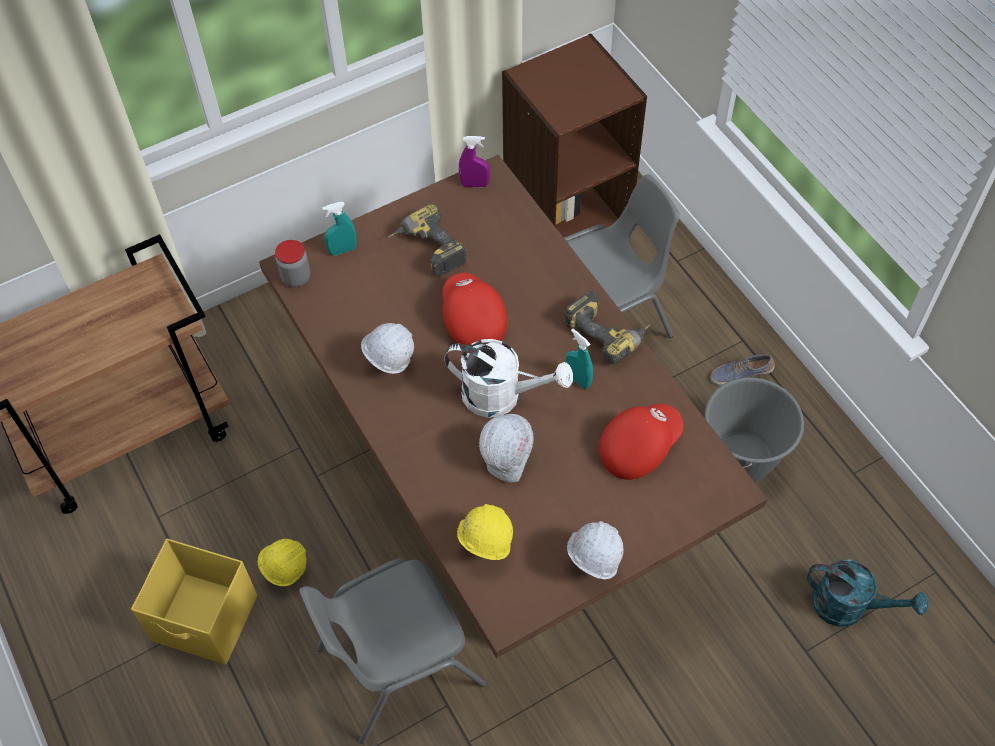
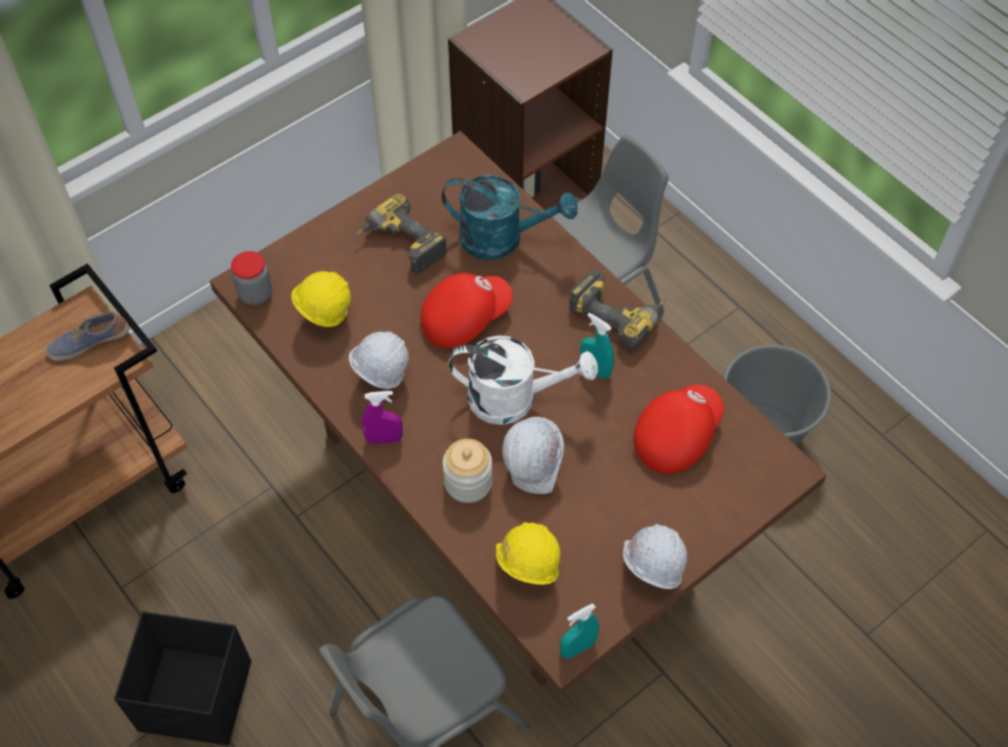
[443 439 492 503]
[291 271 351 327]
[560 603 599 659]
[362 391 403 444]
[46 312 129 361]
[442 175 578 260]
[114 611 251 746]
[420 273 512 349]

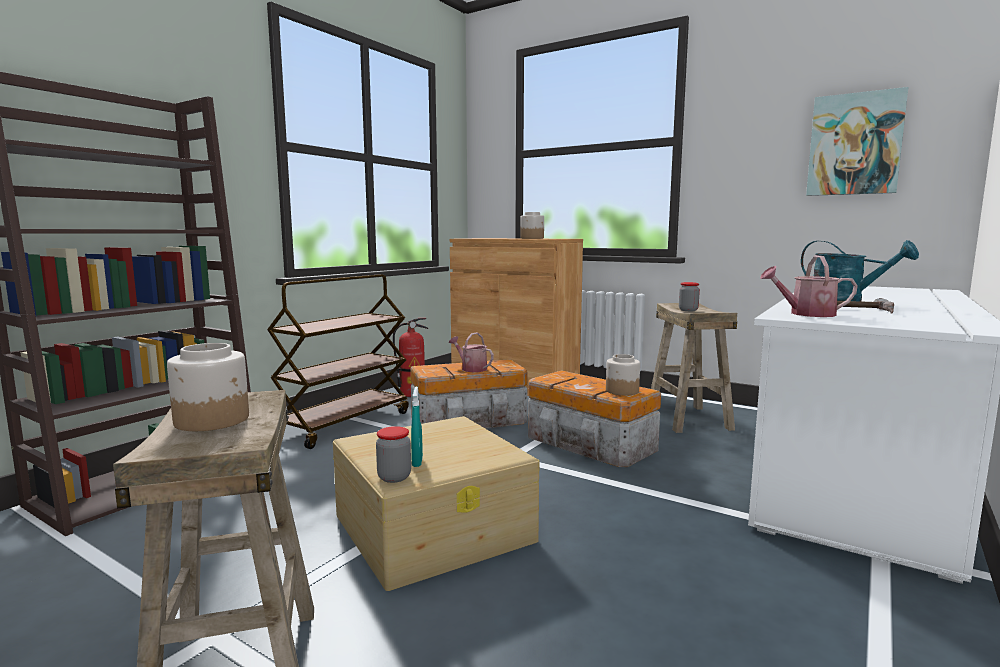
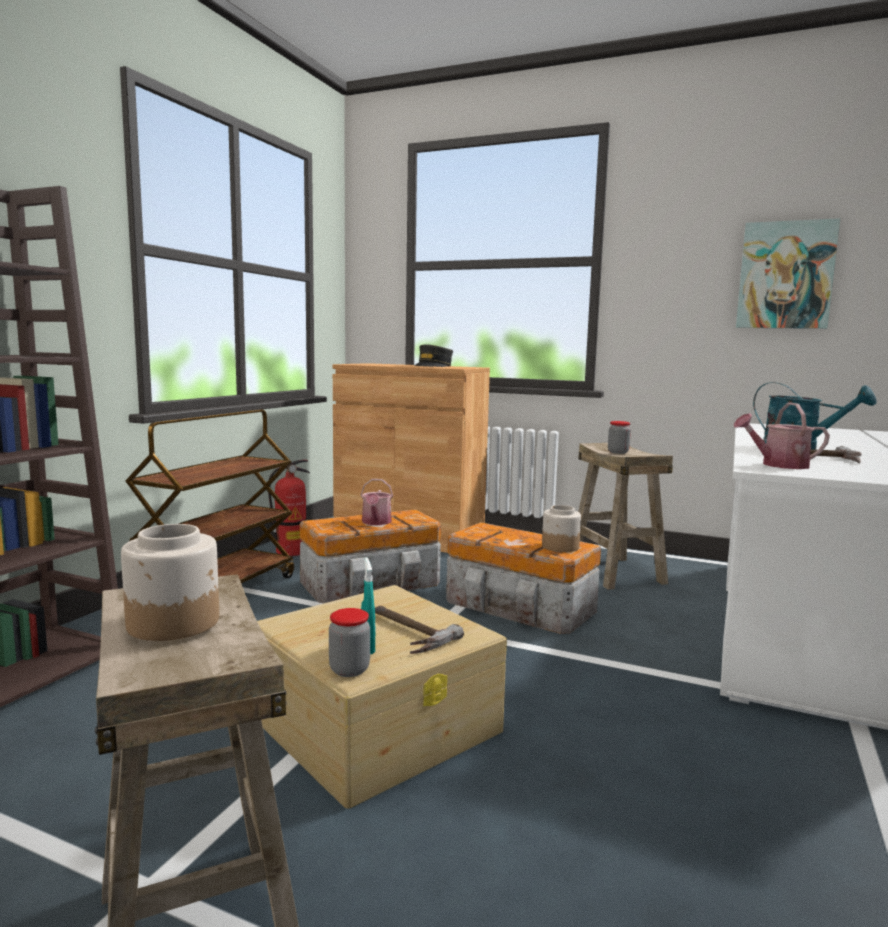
[375 606 464 654]
[414 344 453 367]
[360 479 393 525]

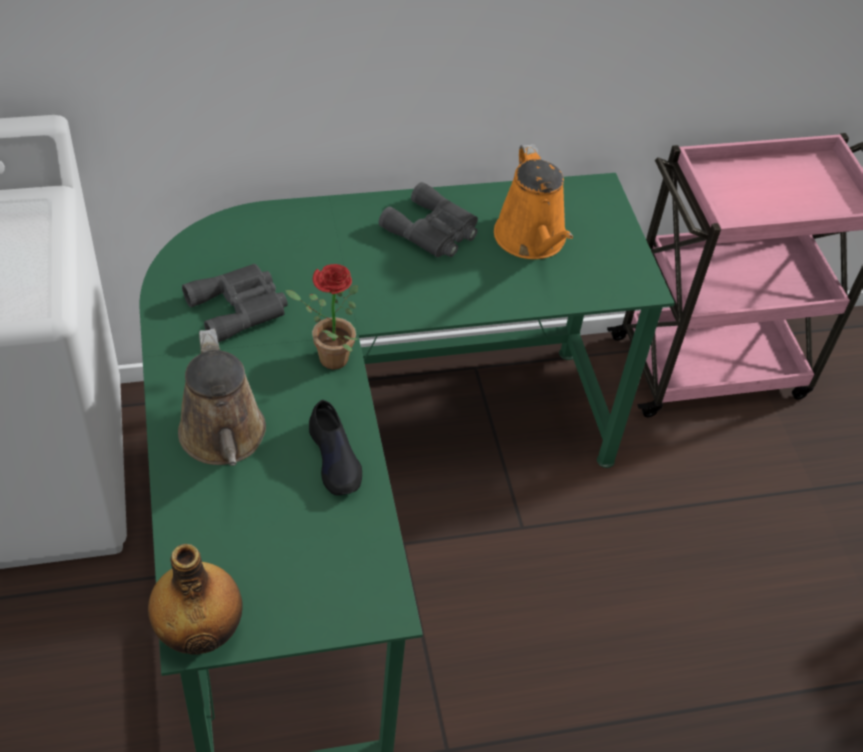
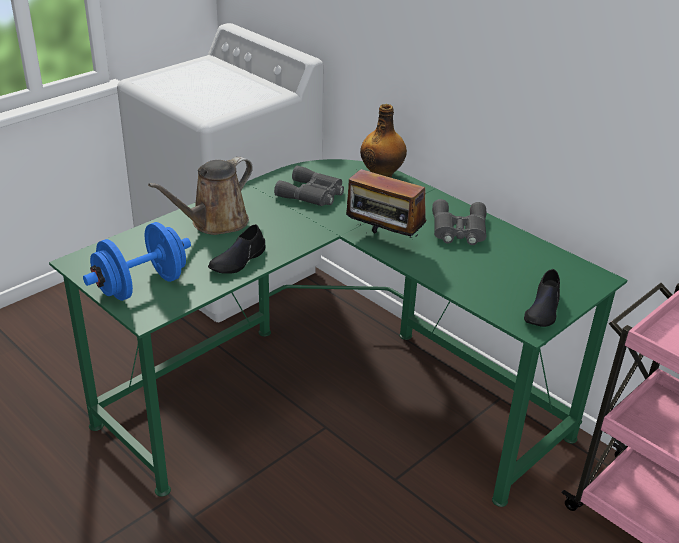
[285 264 358 369] (first image)
[494 144 573 259] (first image)
[83 222 191 301]
[346 164 426 238]
[524 269 560 327]
[360 104 407 177]

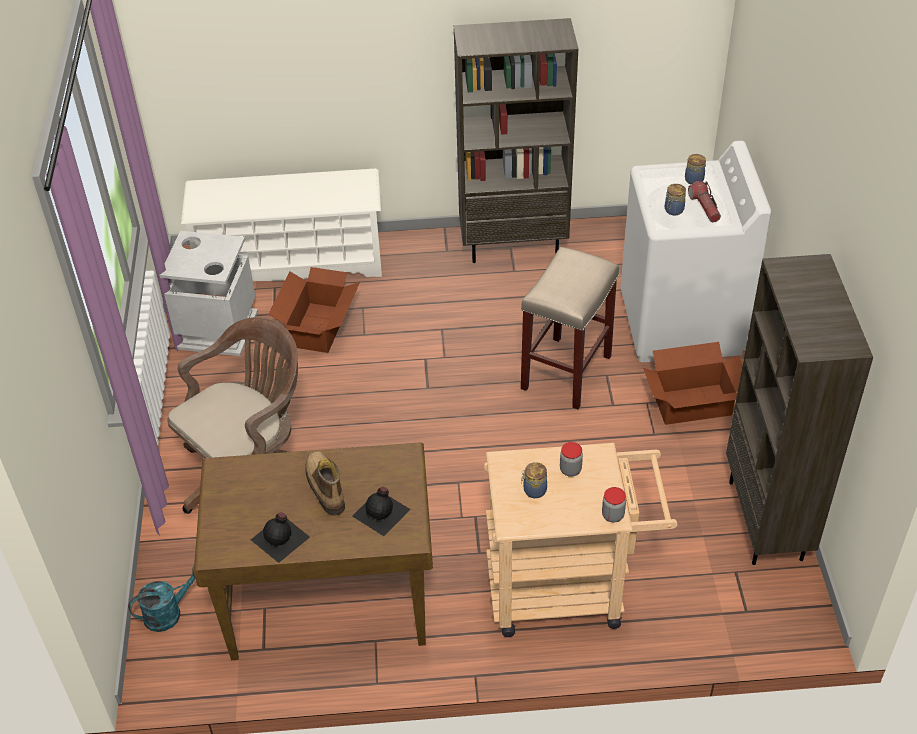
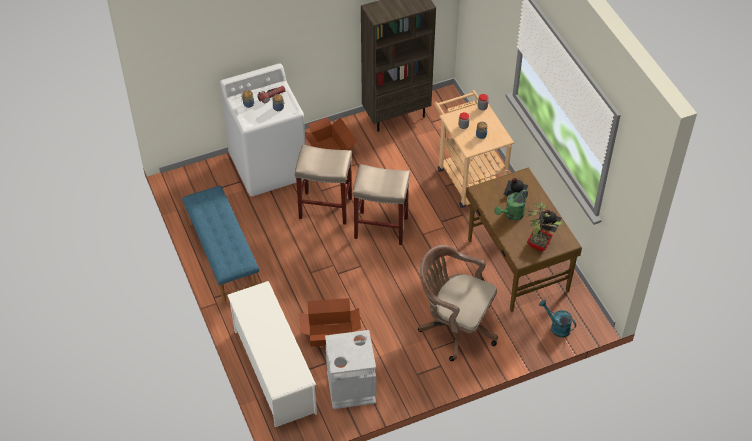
[352 164 410 245]
[527 202 565 251]
[494 190 528 220]
[182 186 259 303]

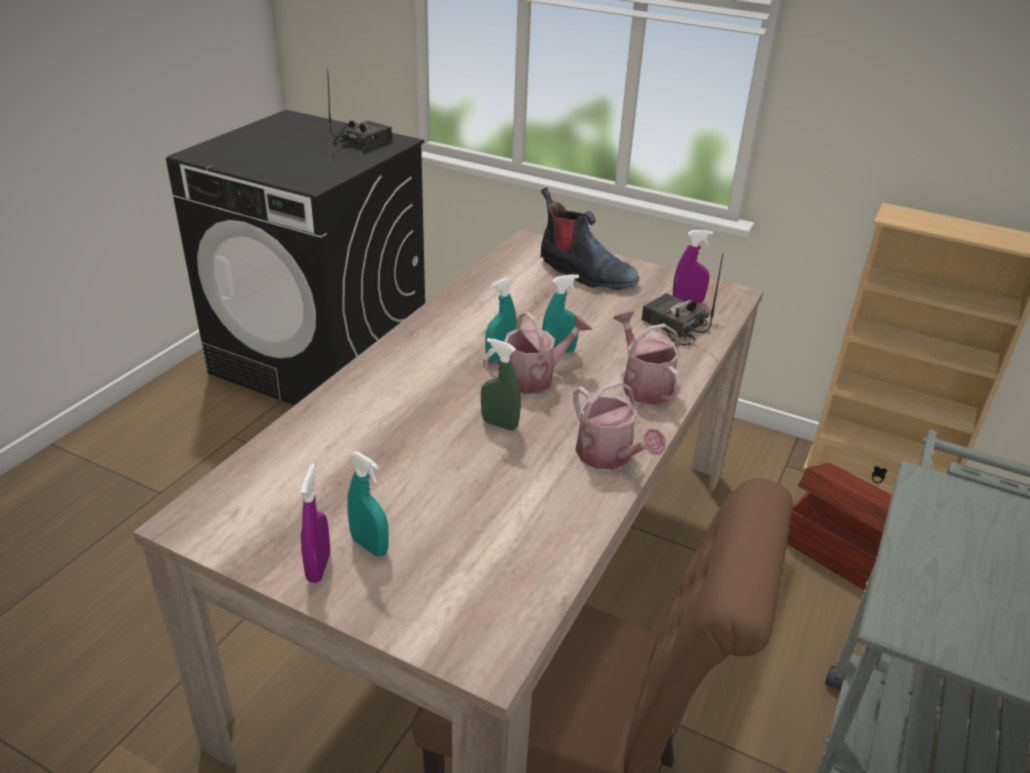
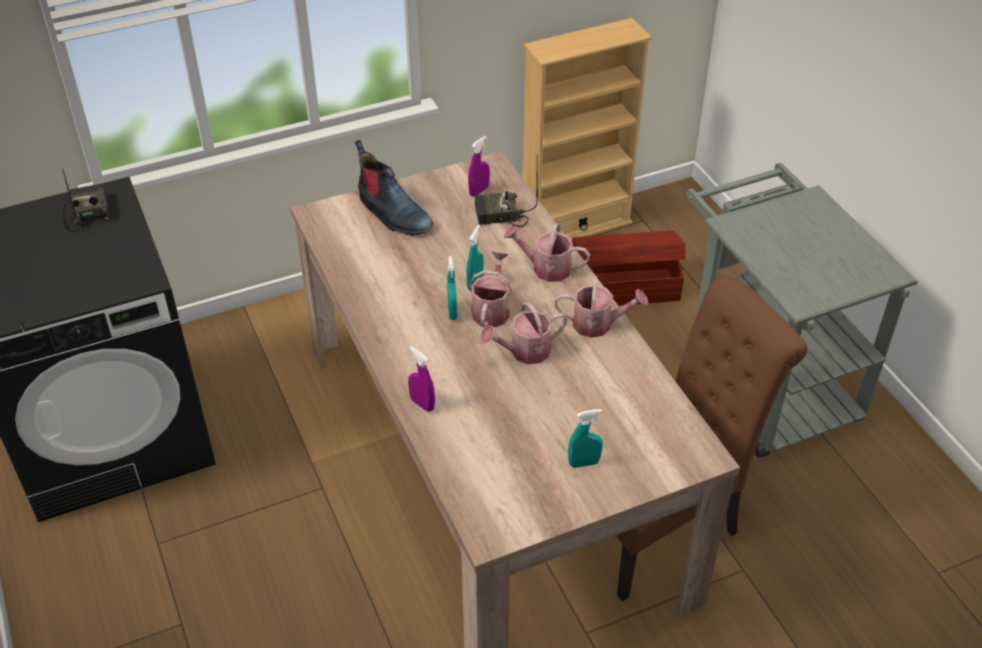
[408 346 435 412]
[480 302 567 364]
[355 140 433 236]

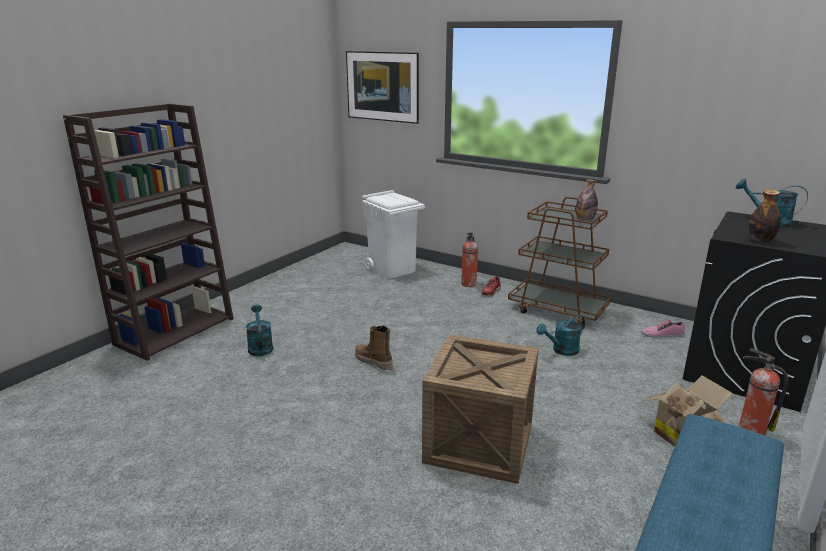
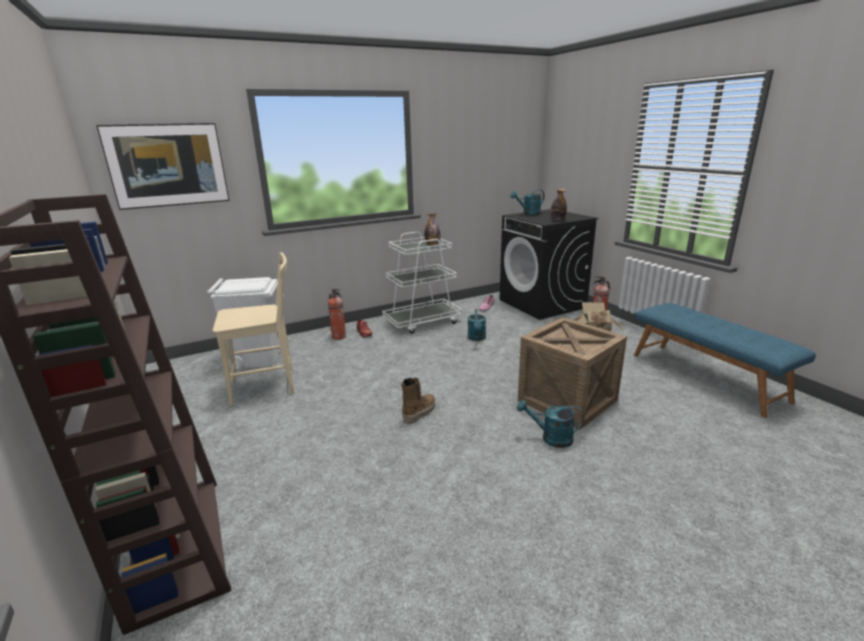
[213 252 295 405]
[517 400 584 448]
[382 232 462 334]
[401 378 435 424]

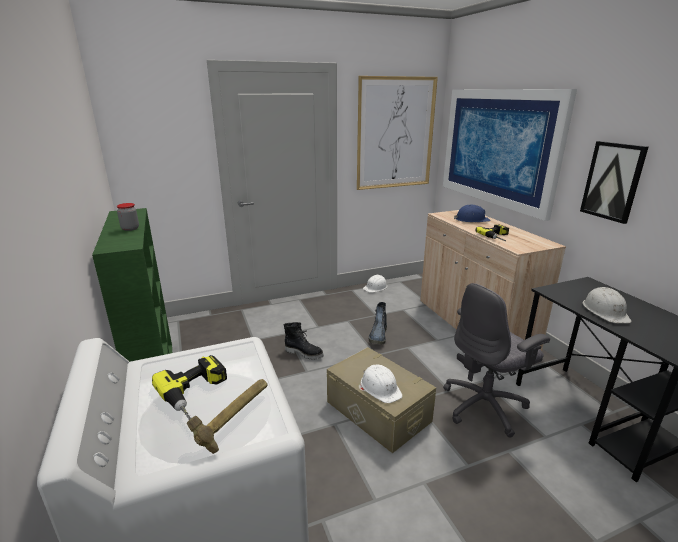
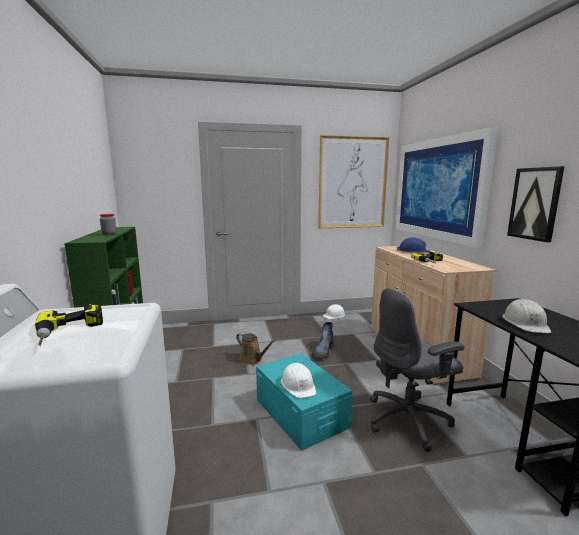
[187 379 268 454] (first image)
[236 333 275 365]
[256 353 352 451]

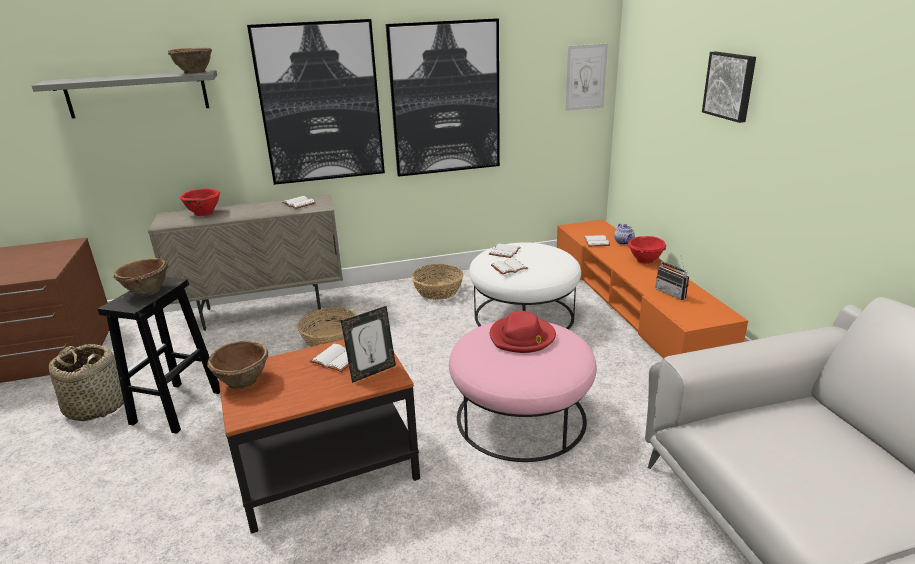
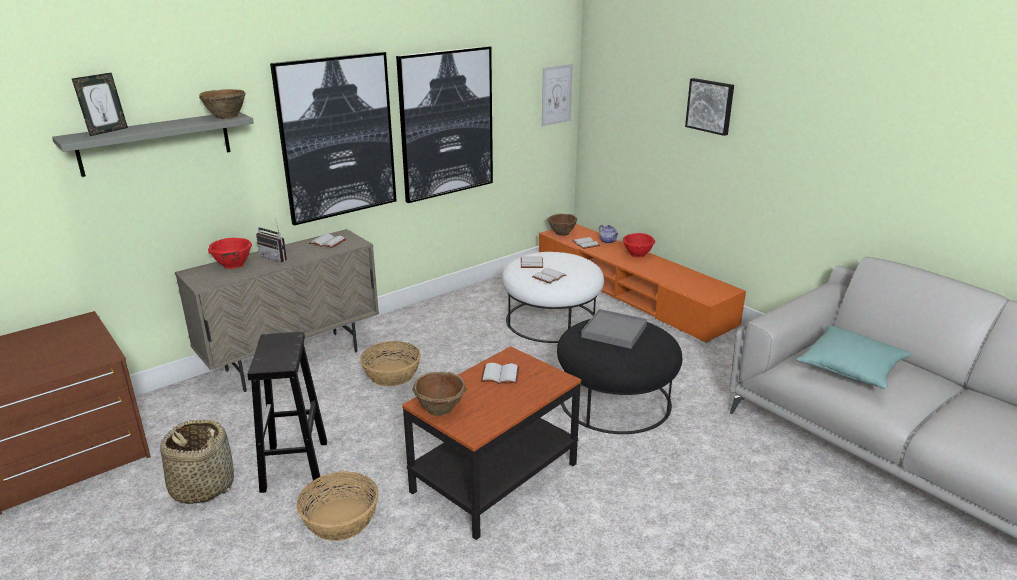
[796 325 911 389]
[548 214 577 236]
[72 72 128 136]
[297 471 379 541]
[256 218 287 262]
[581 309 647 349]
[557 319 682 434]

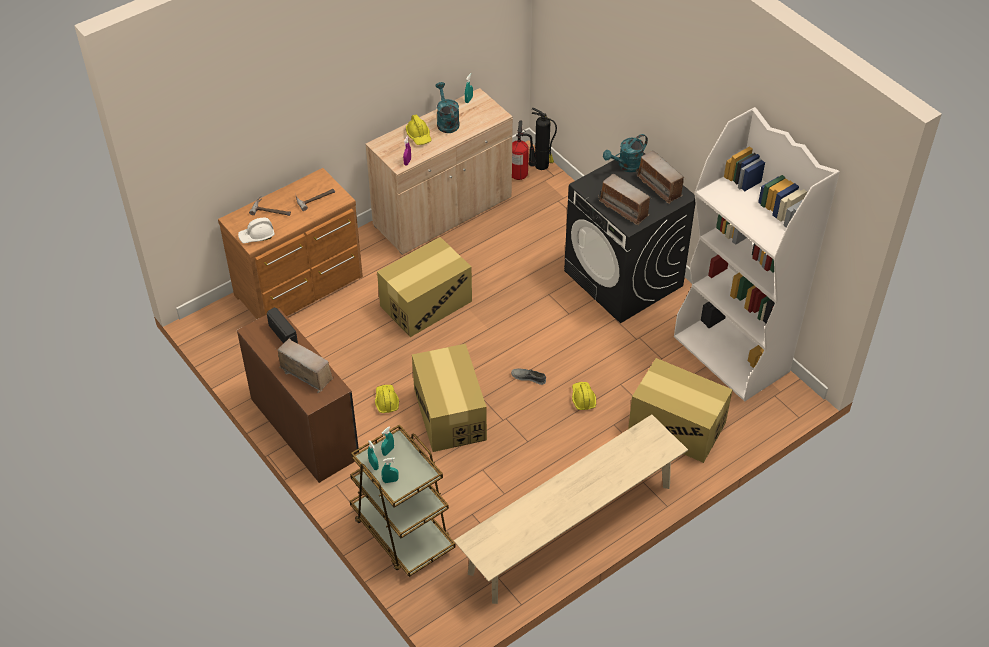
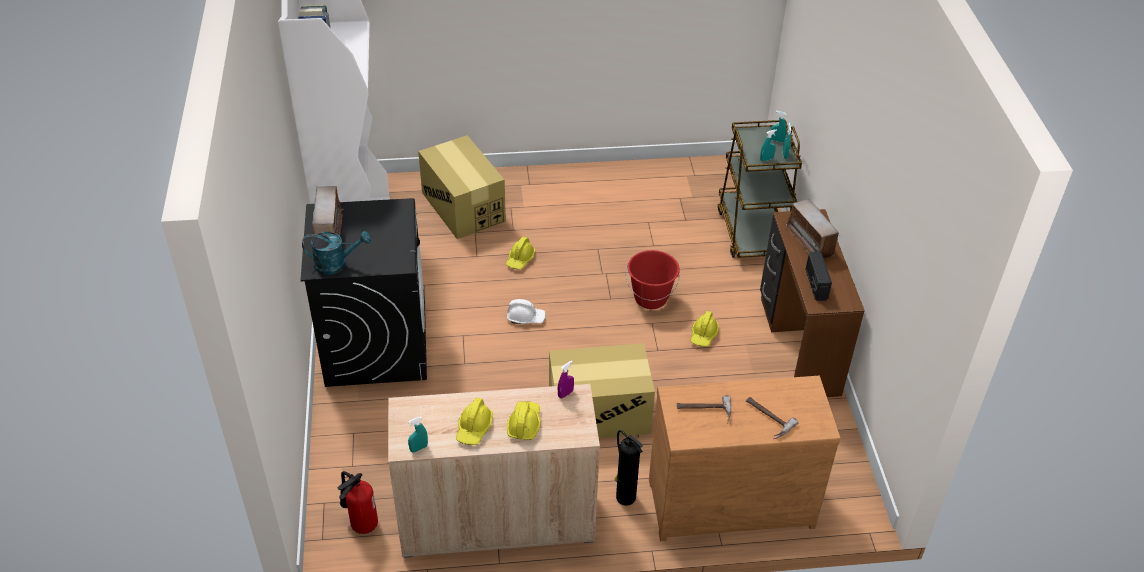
[454 414 688 604] (first image)
[511 369 546 385] (first image)
[599 174 652 225] (first image)
[507 299 546 324]
[615 430 643 506]
[626 250 680 309]
[456 398 493 445]

